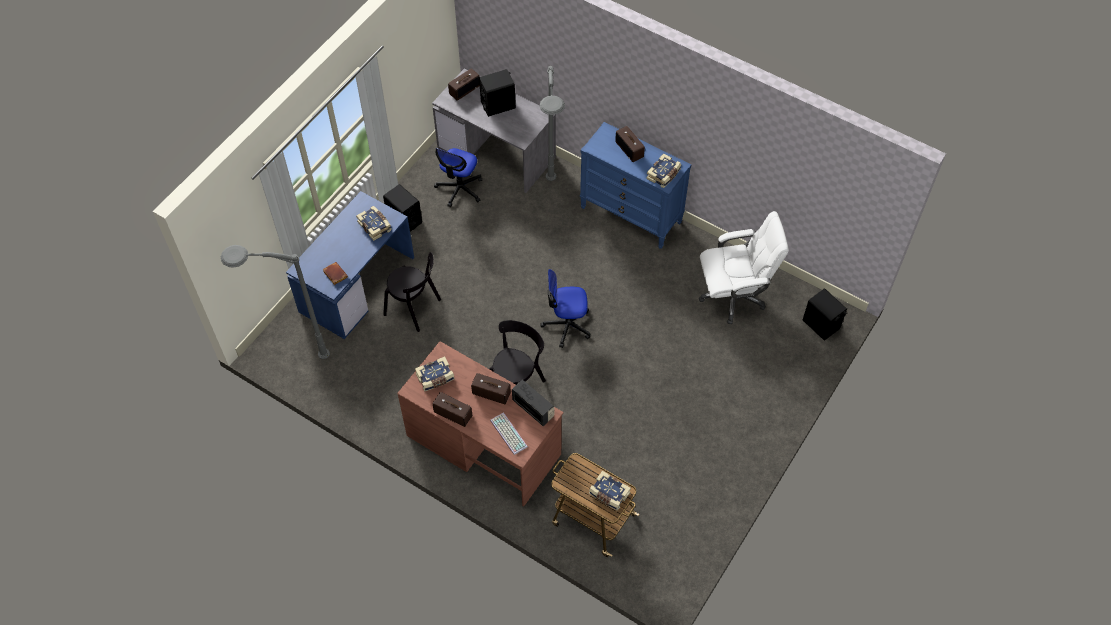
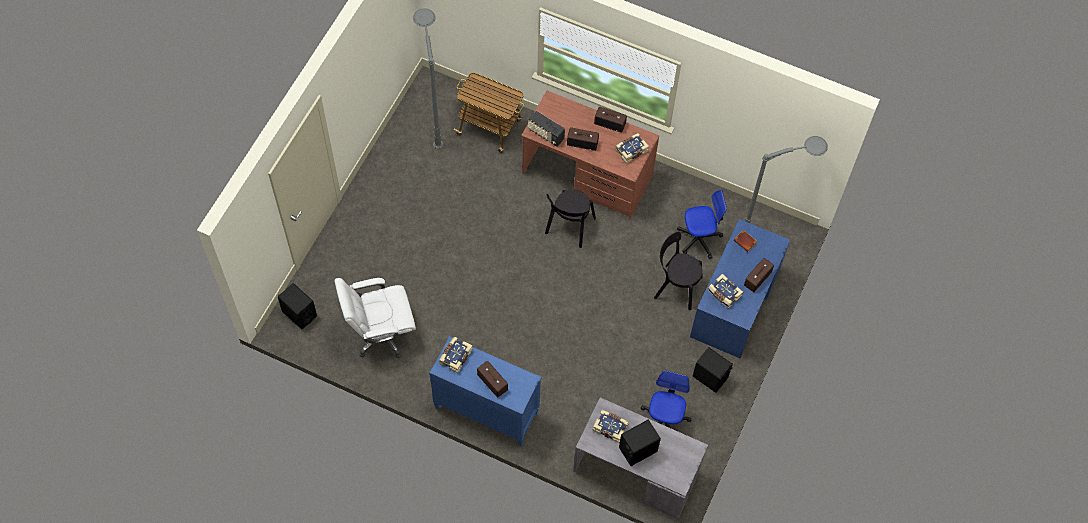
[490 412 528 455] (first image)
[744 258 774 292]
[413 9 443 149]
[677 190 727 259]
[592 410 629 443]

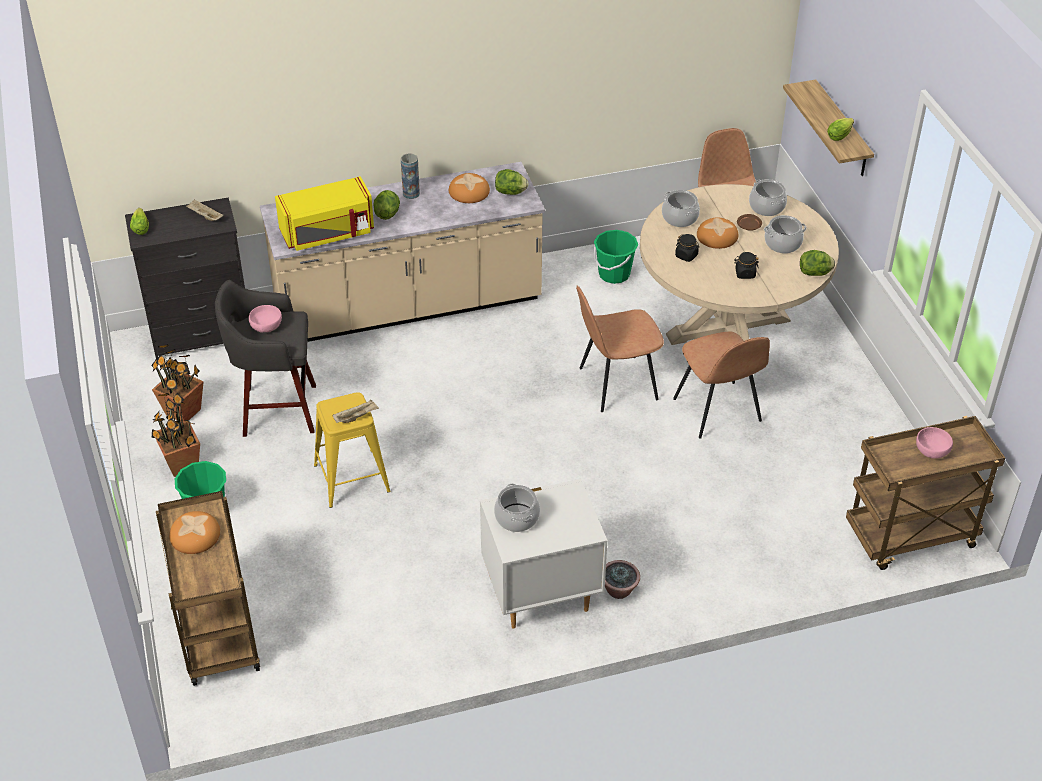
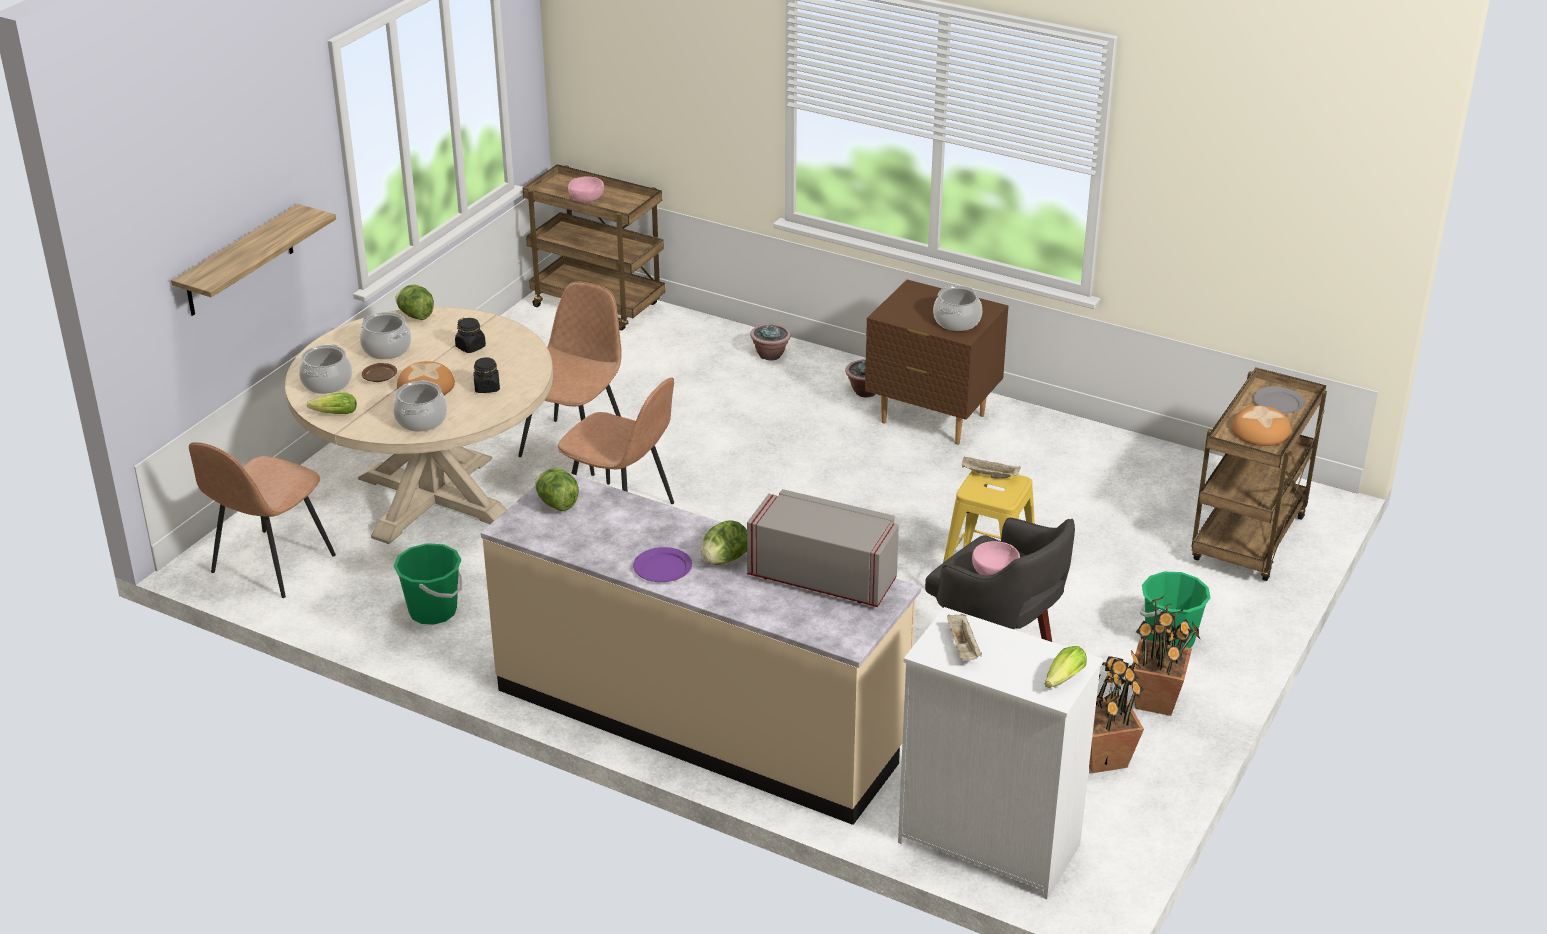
[449 173 490 203] (first image)
[750 324 791 361]
[1253 386 1305 413]
[307 393 357 414]
[633 547 692 582]
[898 607 1103 899]
[747 489 899 607]
[865 280 1008 445]

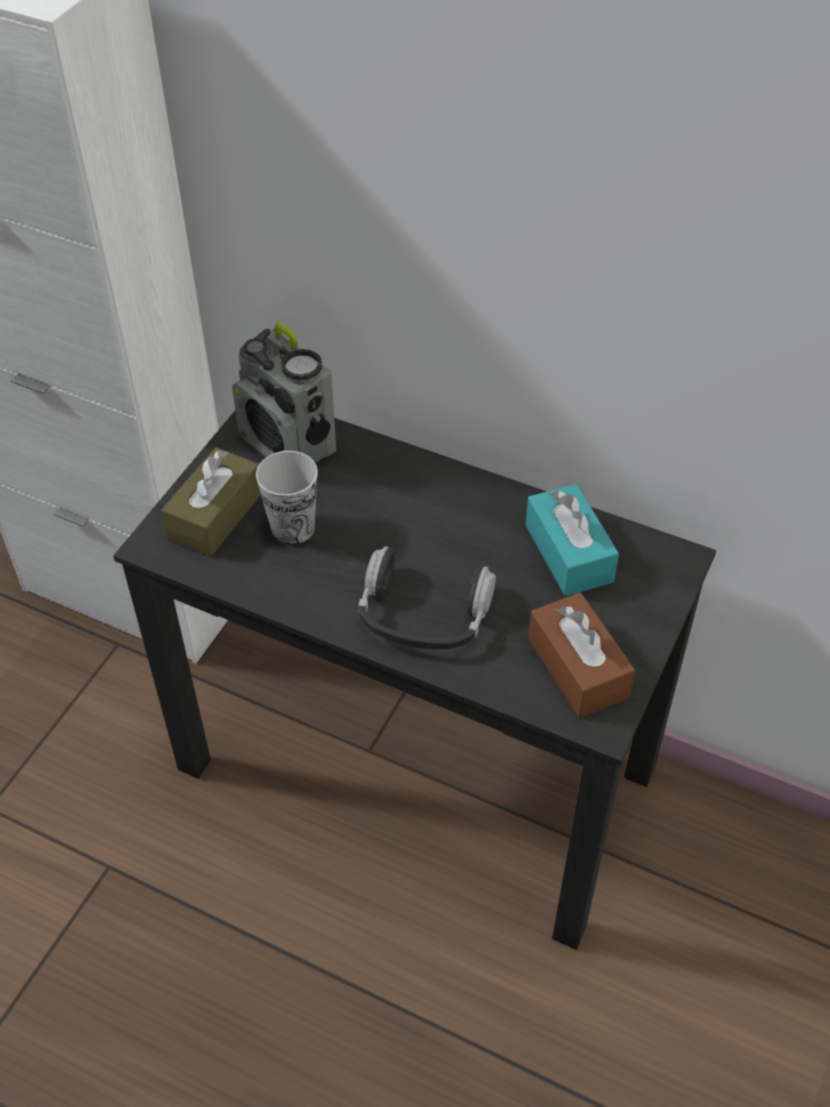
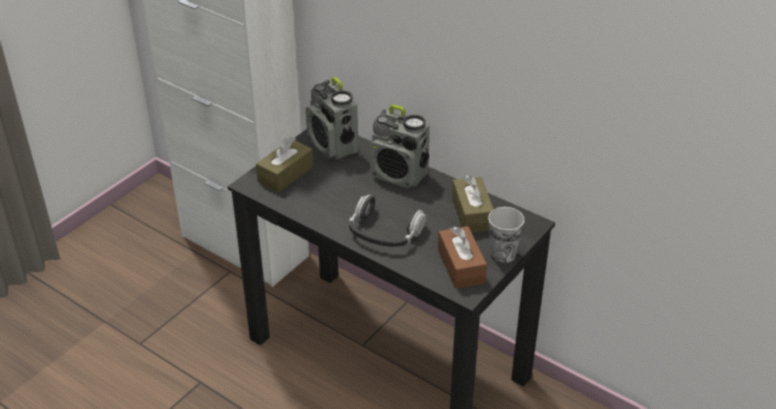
[370 104 430 188]
[488 207 525 263]
[452 175 494 233]

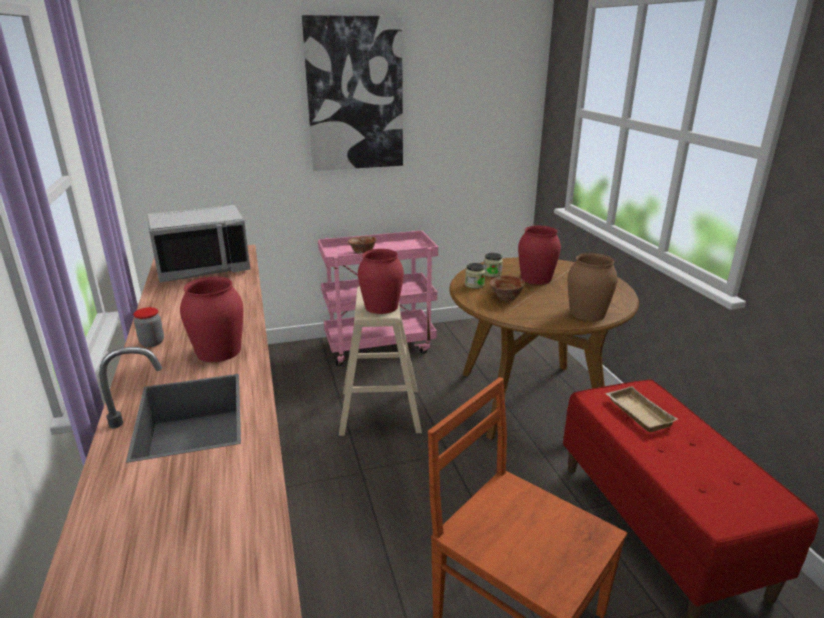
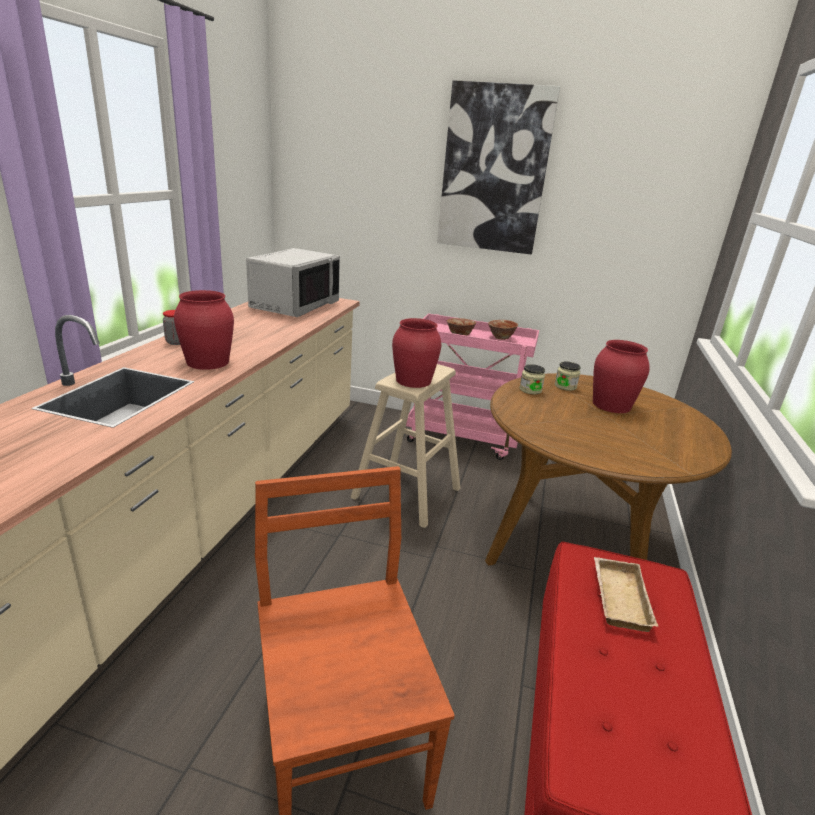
[568 253 618 321] (first image)
[488 320 518 340]
[246 248 340 317]

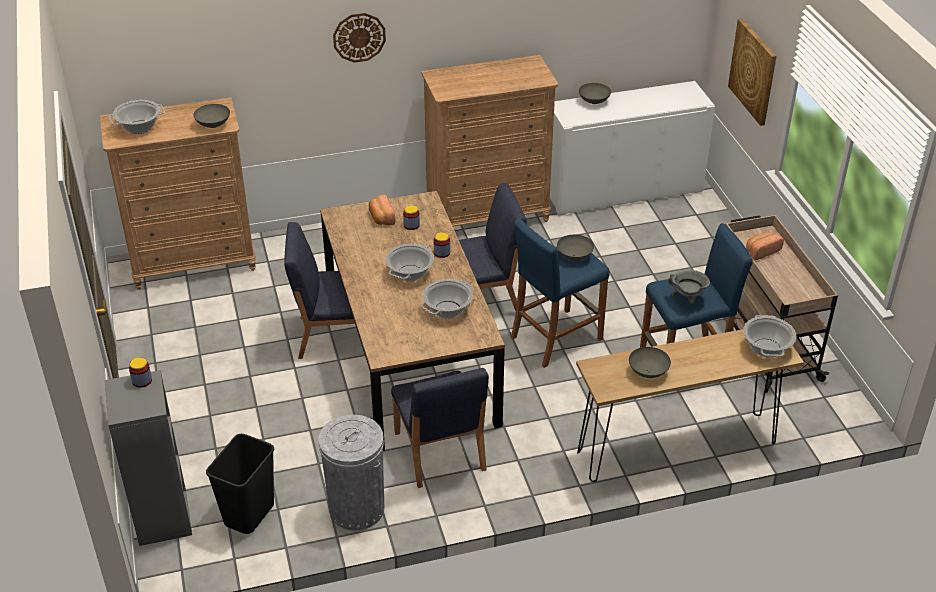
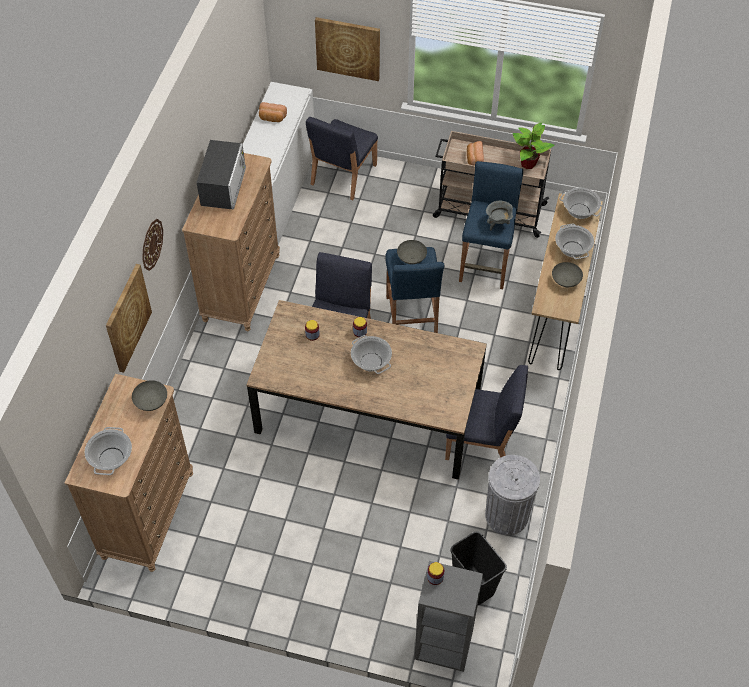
[579 83 611 104] (first image)
[106 264 152 373]
[196 140 246 210]
[513 123 554 169]
[306 117 378 200]
[259 102 287 122]
[555 224 594 259]

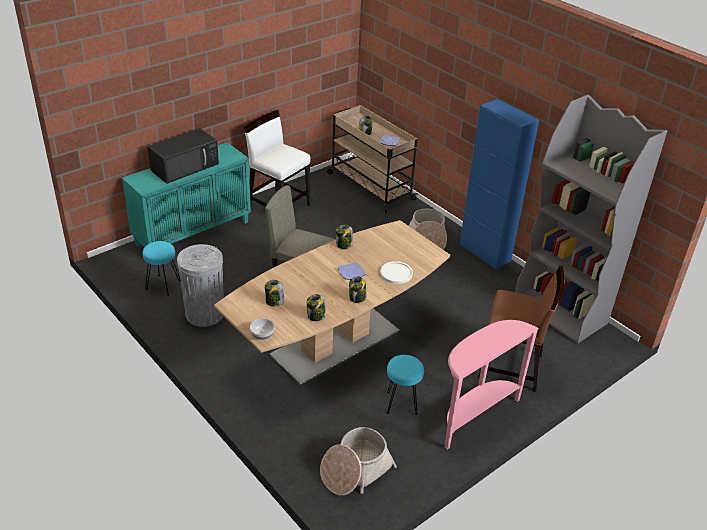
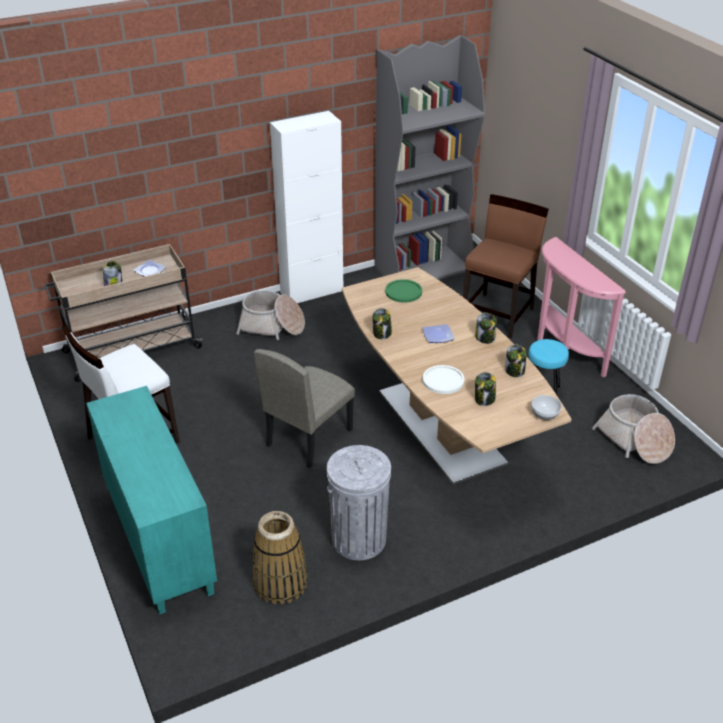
[147 128 219 184] (first image)
[385 279 422 303]
[423 365 464 394]
[252 511 308 604]
[270 111 343 303]

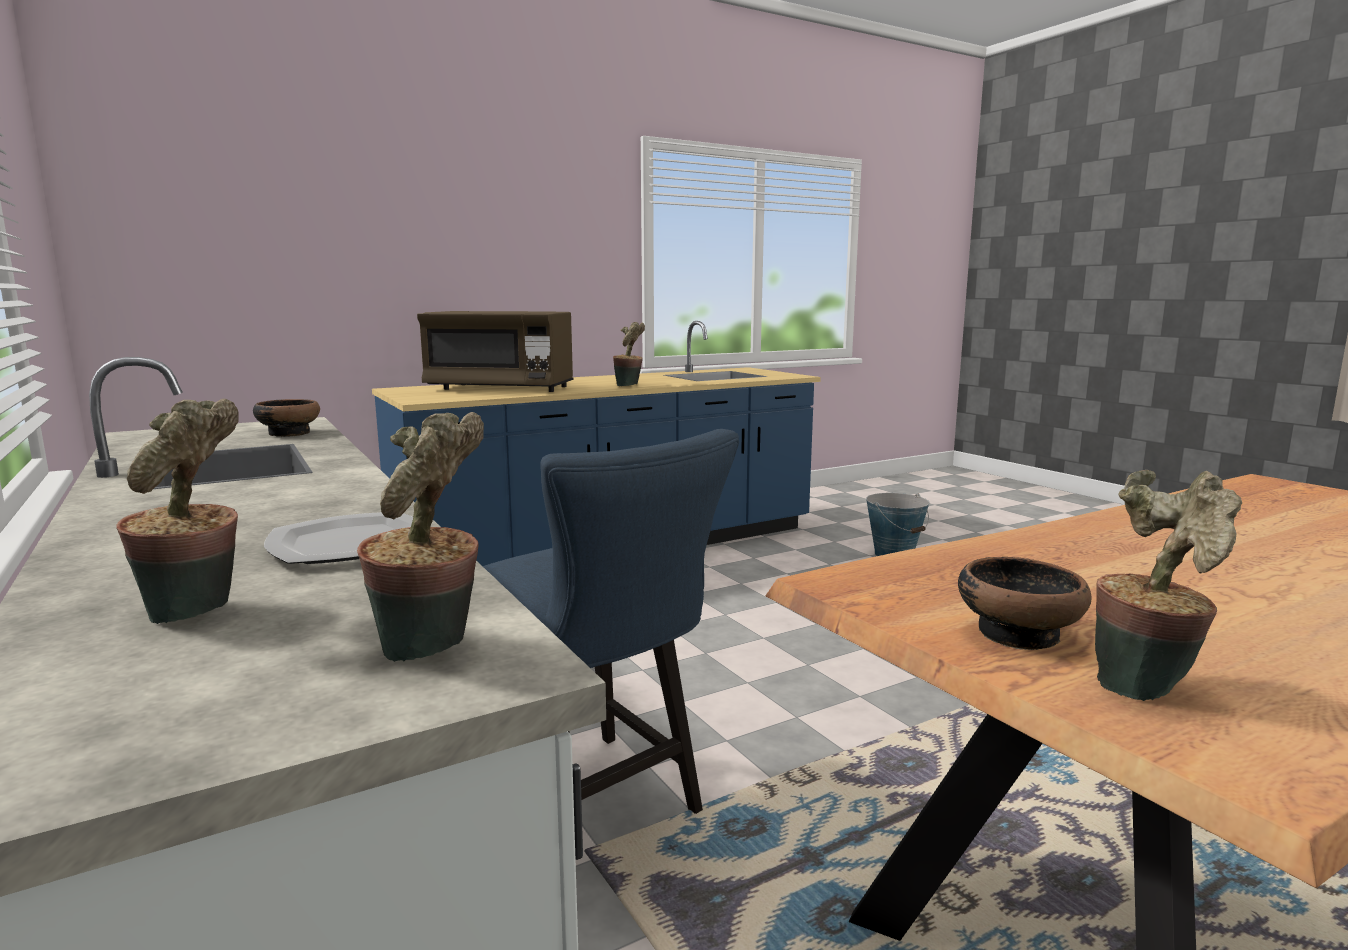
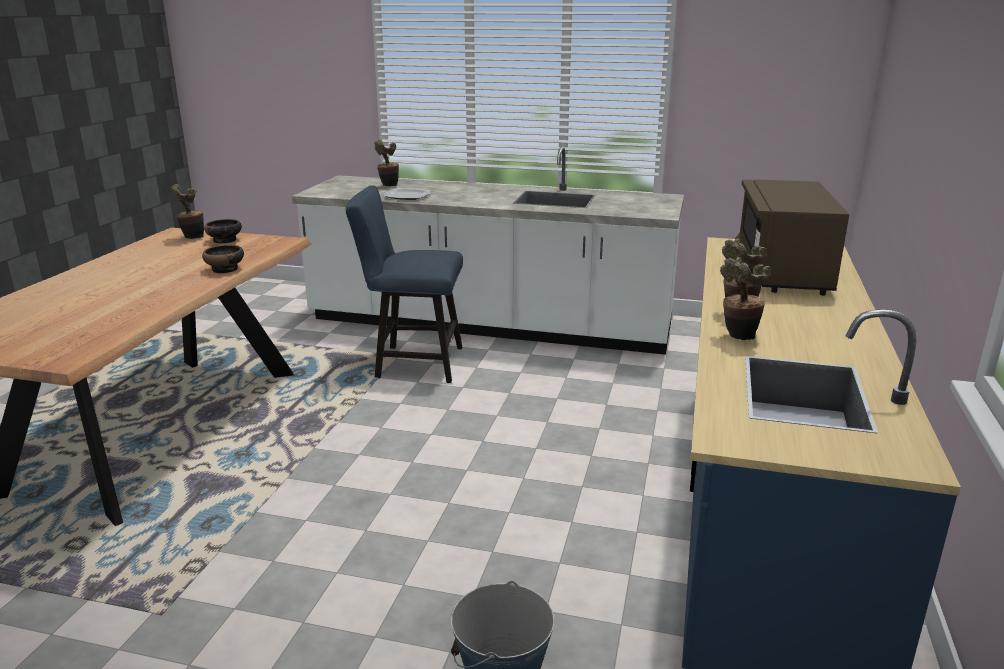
[202 245 244 273]
[720 257 771 340]
[735 179 849 295]

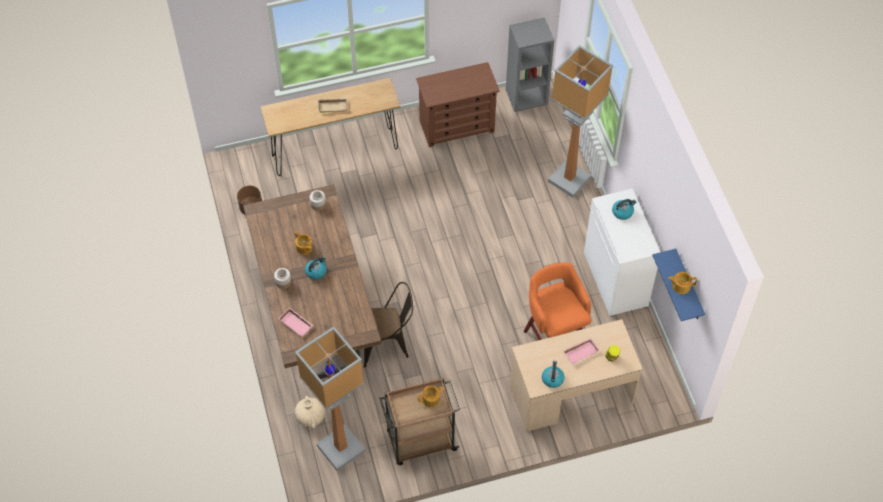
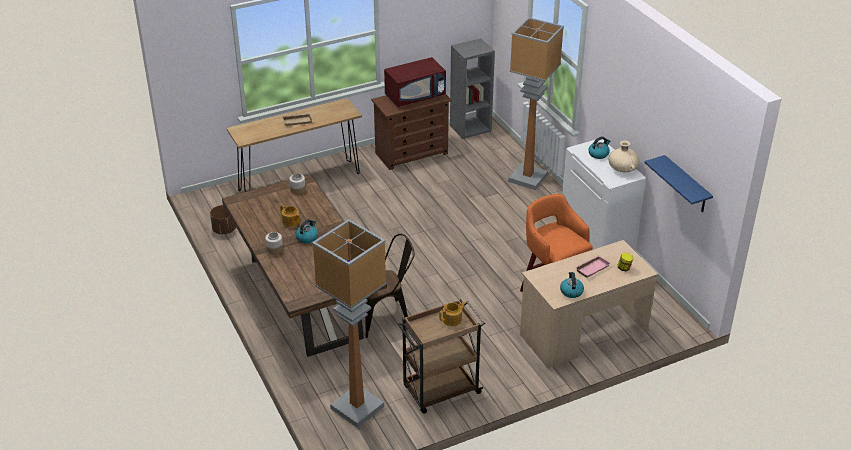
[278 308 313 337] (first image)
[668 272 697 294] (first image)
[384 57 446 107]
[609 141 639 172]

